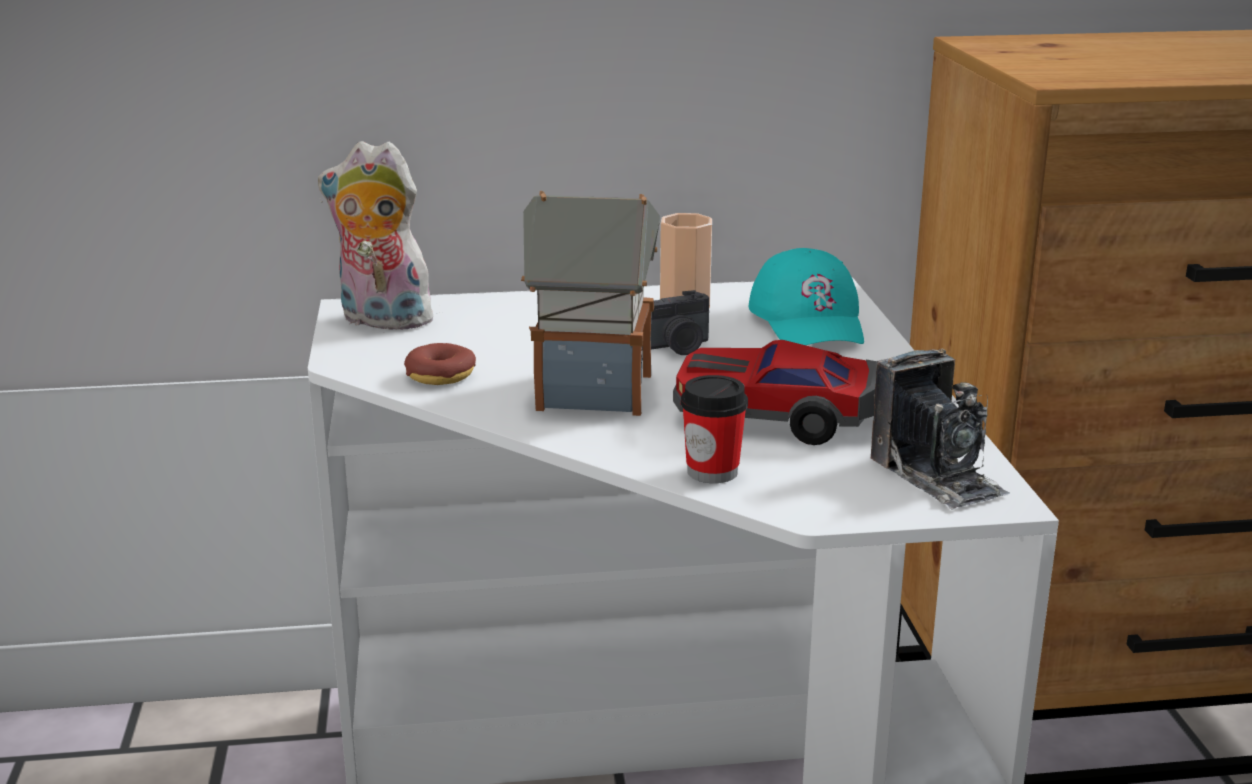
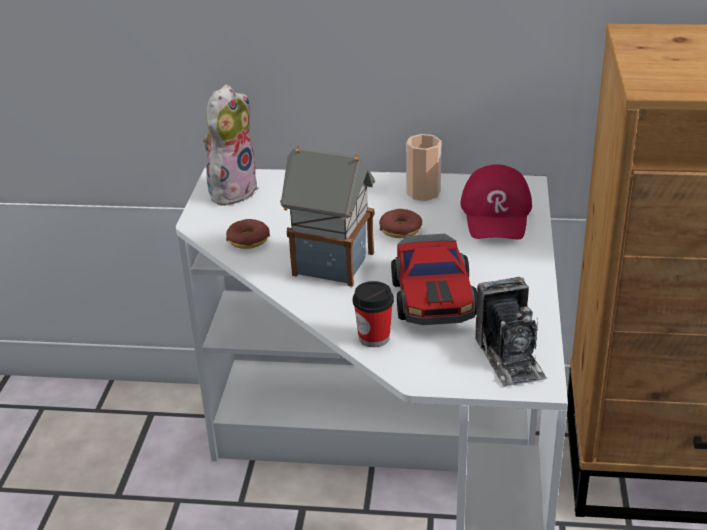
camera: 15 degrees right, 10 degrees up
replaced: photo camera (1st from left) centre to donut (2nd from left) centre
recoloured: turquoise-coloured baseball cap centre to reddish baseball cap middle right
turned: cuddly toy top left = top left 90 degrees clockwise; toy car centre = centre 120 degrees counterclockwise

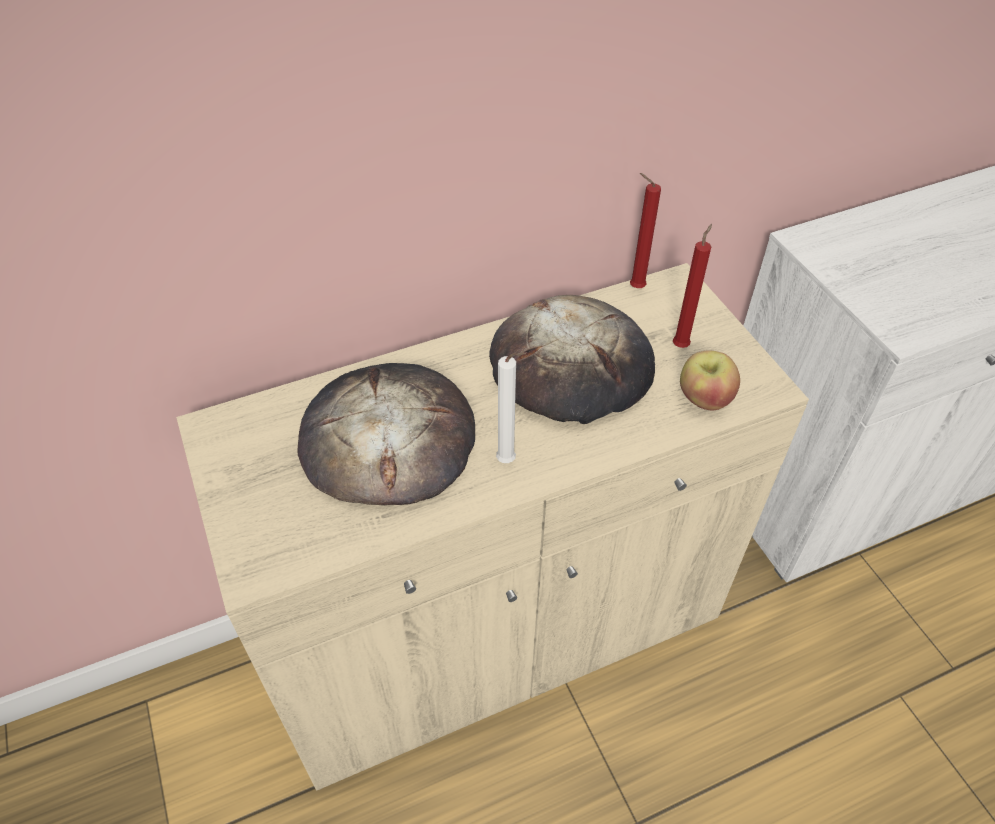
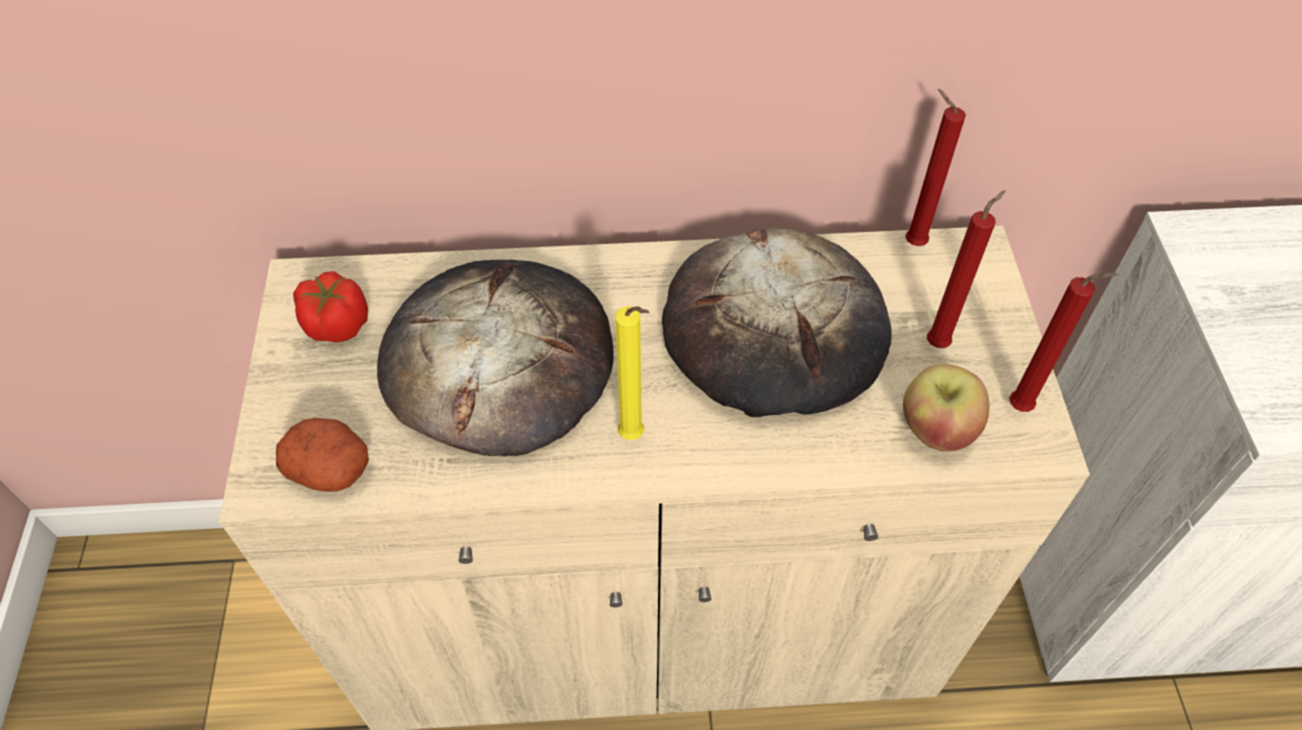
camera: 20 degrees right, 5 degrees up
added: whole tomato middle left; reddish wax light (3rd from left) middle right; potato middle left
recoloured: white-coloured wax light centre to yellow wax light centre

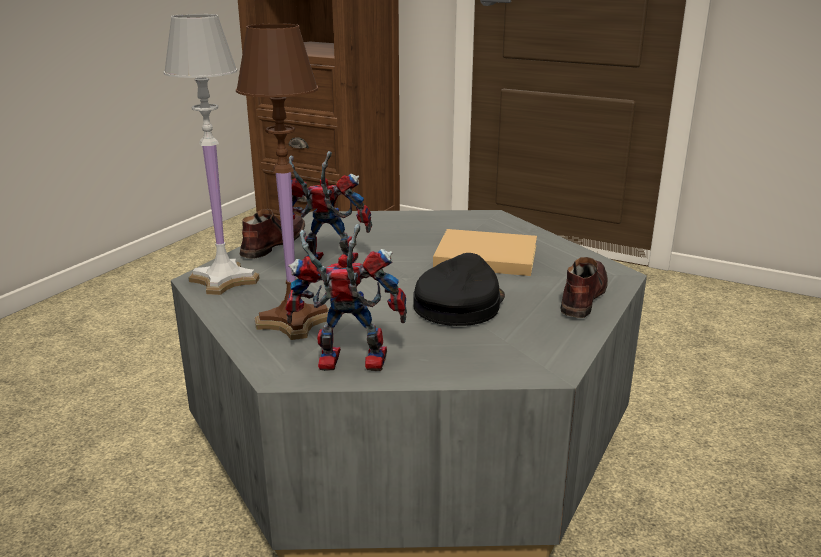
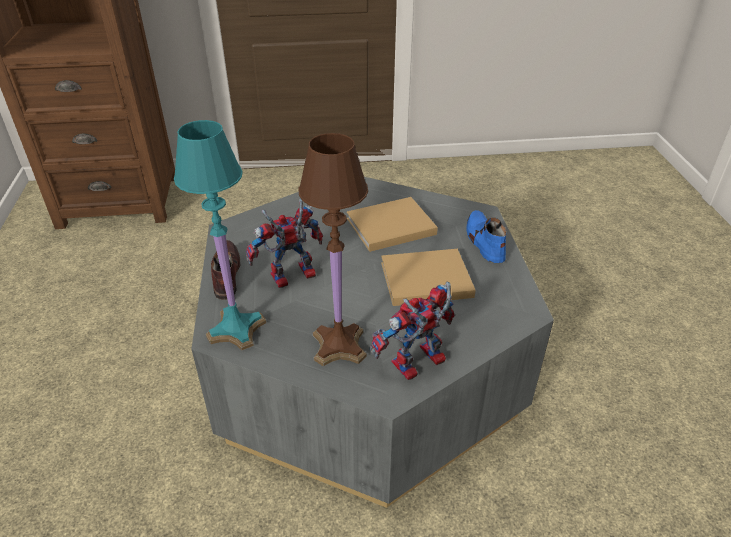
camera: 35 degrees left, 15 degrees up
replaced: black-coloured baseball cap centre to sand-coloured book (2nd from left) centre
recoloured: white-coloured table lamp top left to turquoise-coloured table lamp middle left; brown item of footwear (2nd from left) middle right to bluish item of footwear centre

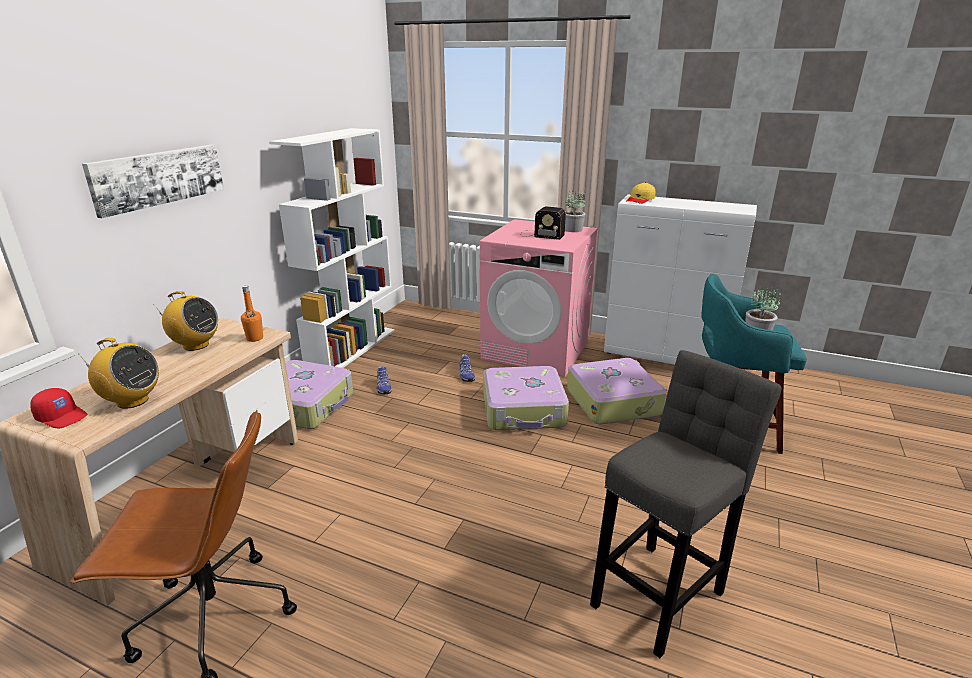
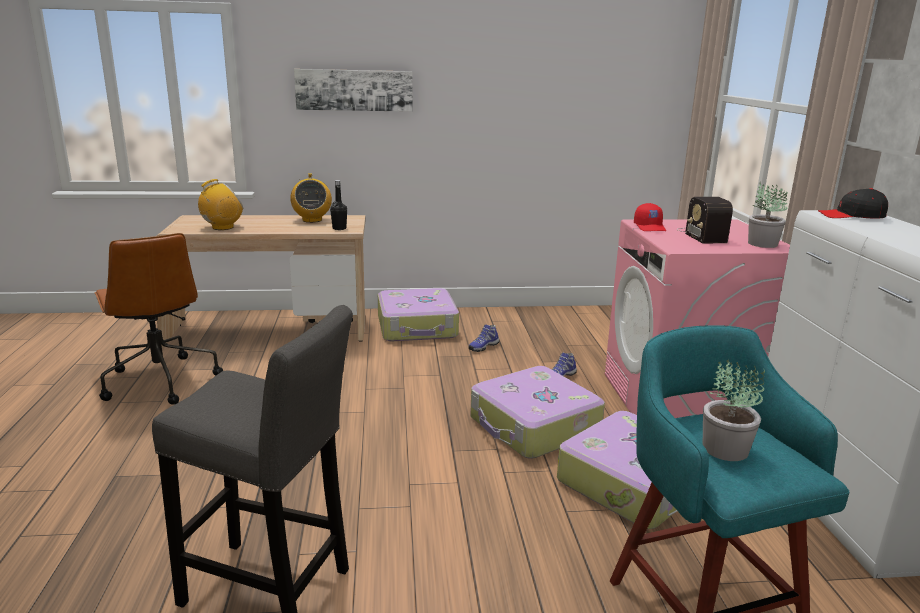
camera: 60 degrees right, 5 degrees down
removed: white-coloured bookshelf centre
moved: reddish baseball cap middle left to middle right
recoloured: yellow baseball cap top centre to black-coloured baseball cap top right; orange-coloured beverage bottle middle left to black-coloured beverage bottle centre
turned: radio set (1st from left) middle left = top left 120 degrees counterclockwise

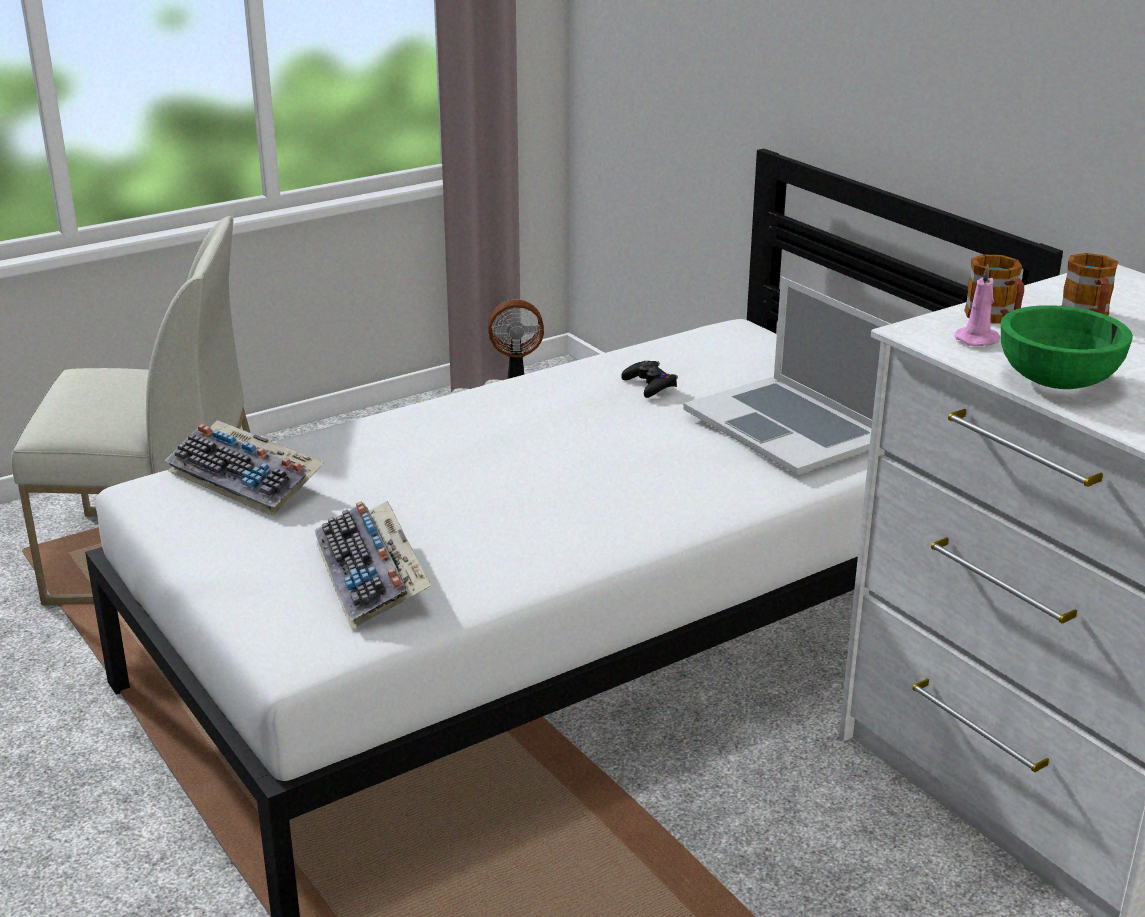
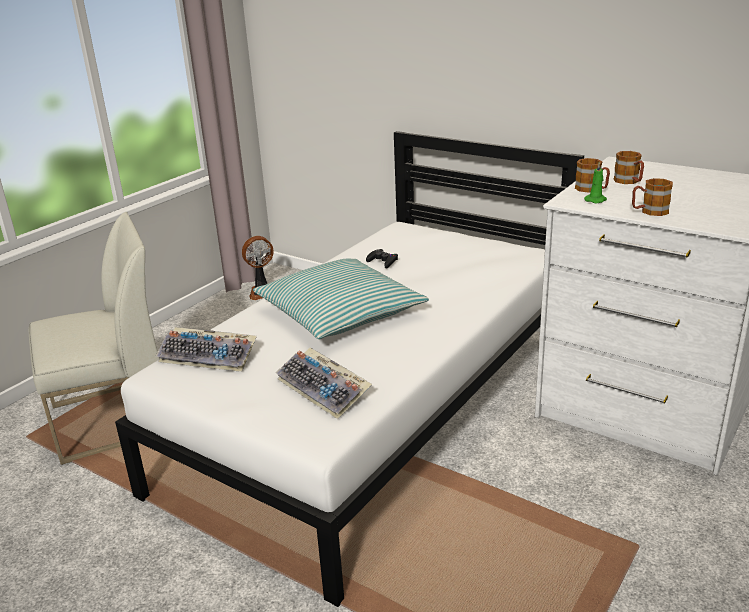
camera: 20 degrees left, 0 degrees up
removed: portable computer middle right
added: cushion centre
replaced: green-coloured deep dish middle right to mug (3rd from left) top right
recoloured: pink-coloured wax light top right to green-coloured wax light top right

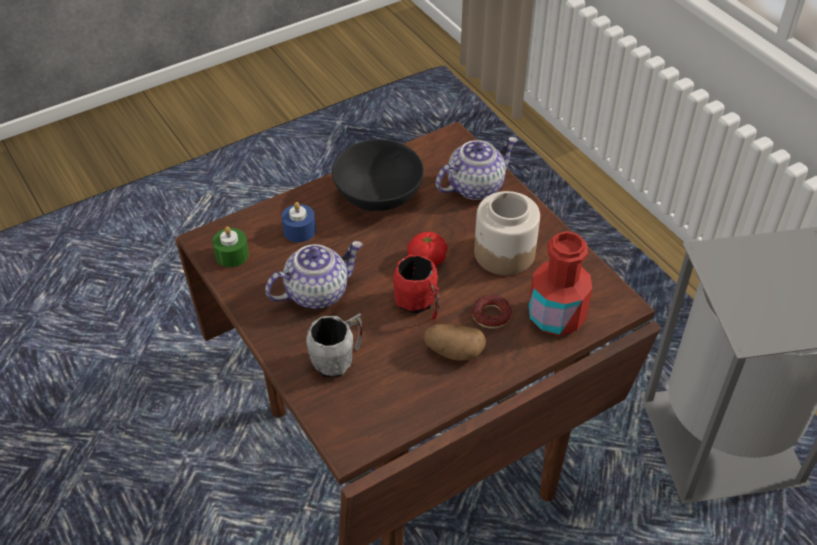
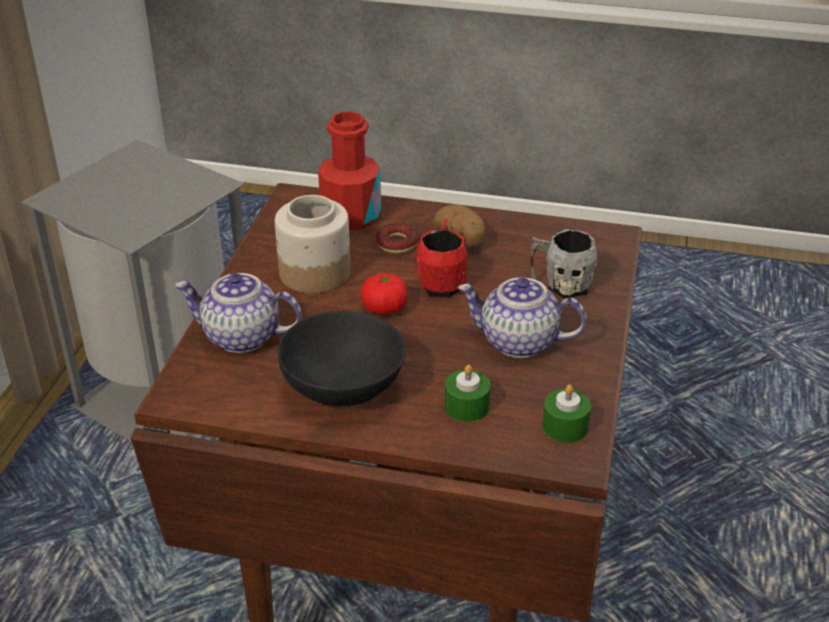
camera: 135 degrees left, 10 degrees down
recoloured: bluish wax light centre to green-coloured wax light (1st from left) centre

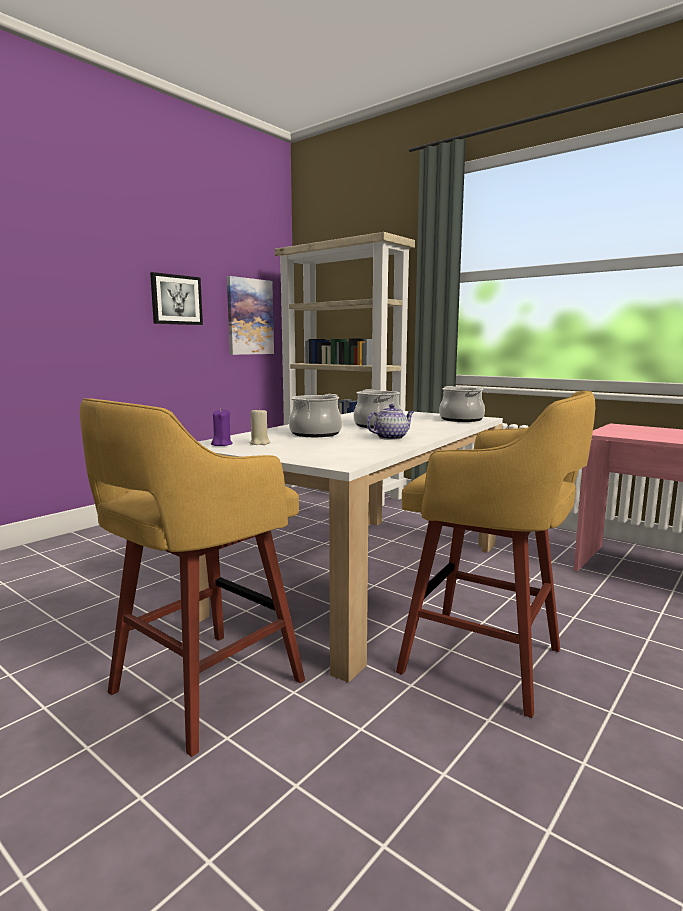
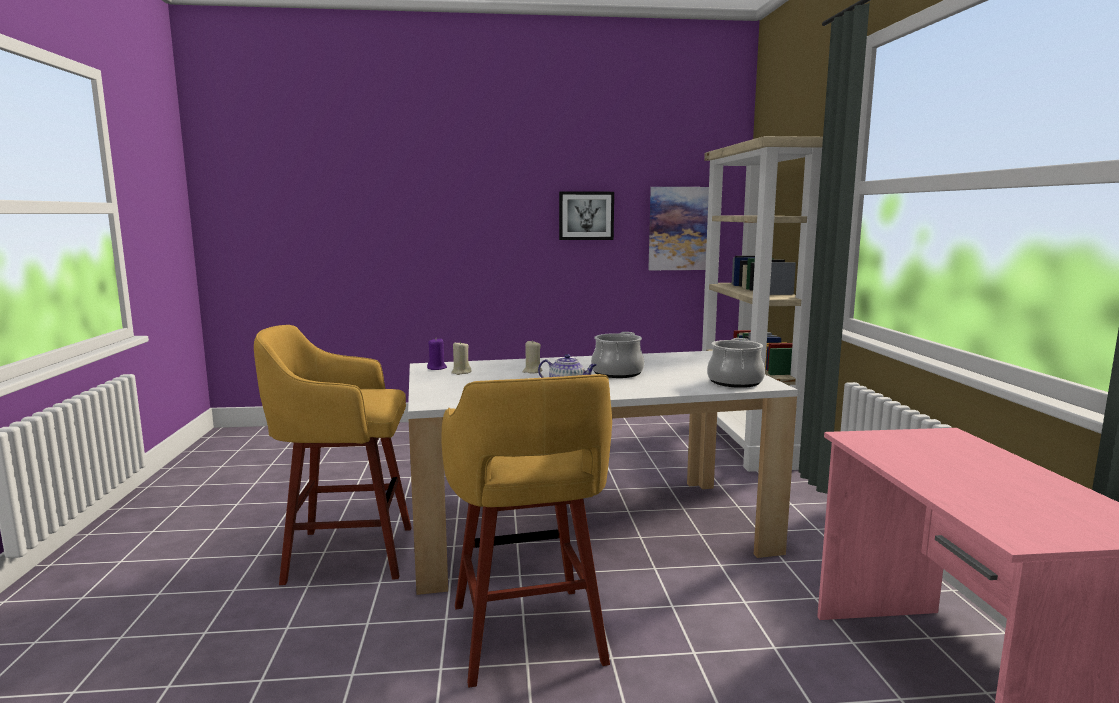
camera: 45 degrees right, 0 degrees up
replaced: saucepot (1st from left) centre to sand-coloured wax light (2nd from left) centre

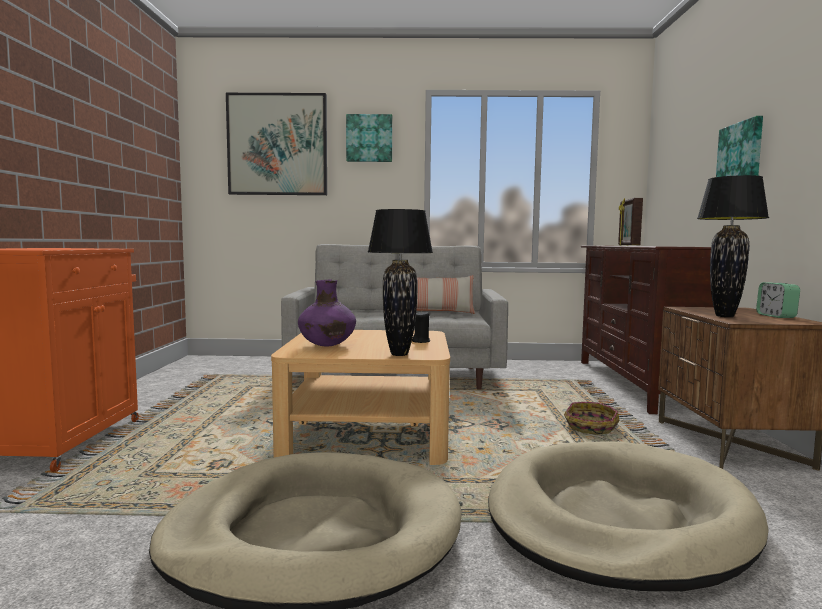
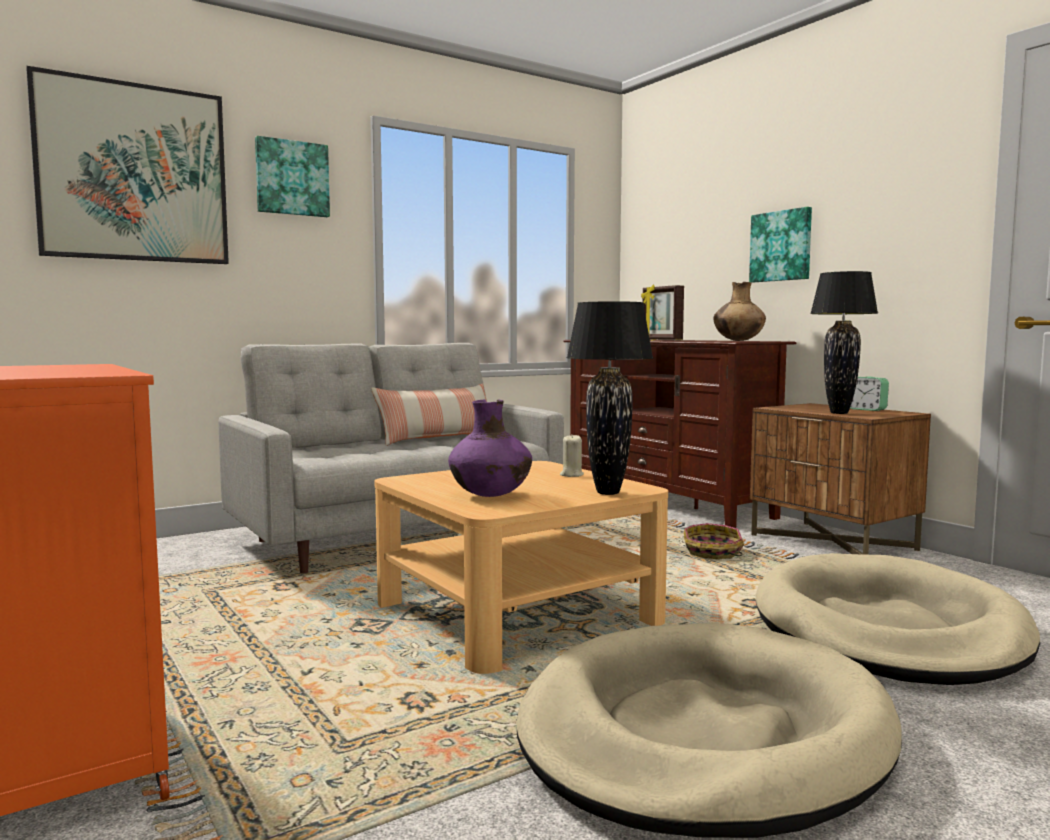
camera: 35 degrees left, 0 degrees up
added: brown decorative vase middle right
recoloured: black-coloured wax light centre to sand-coloured wax light centre

